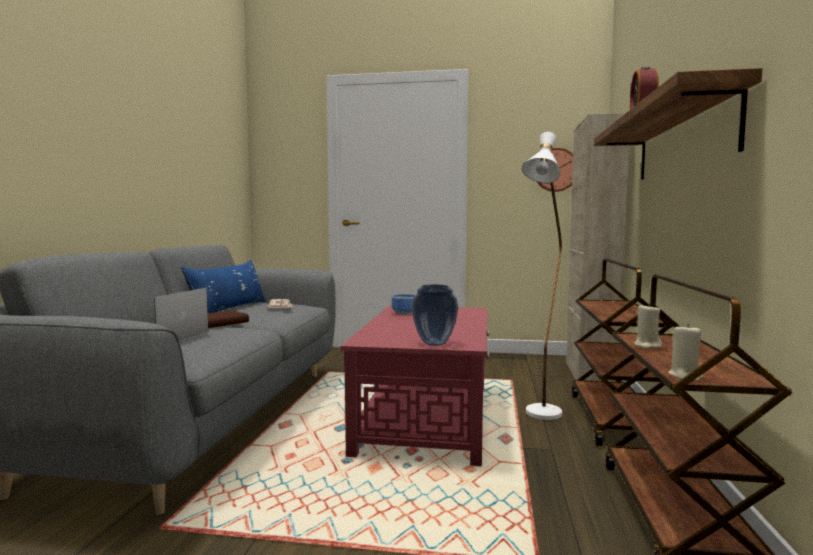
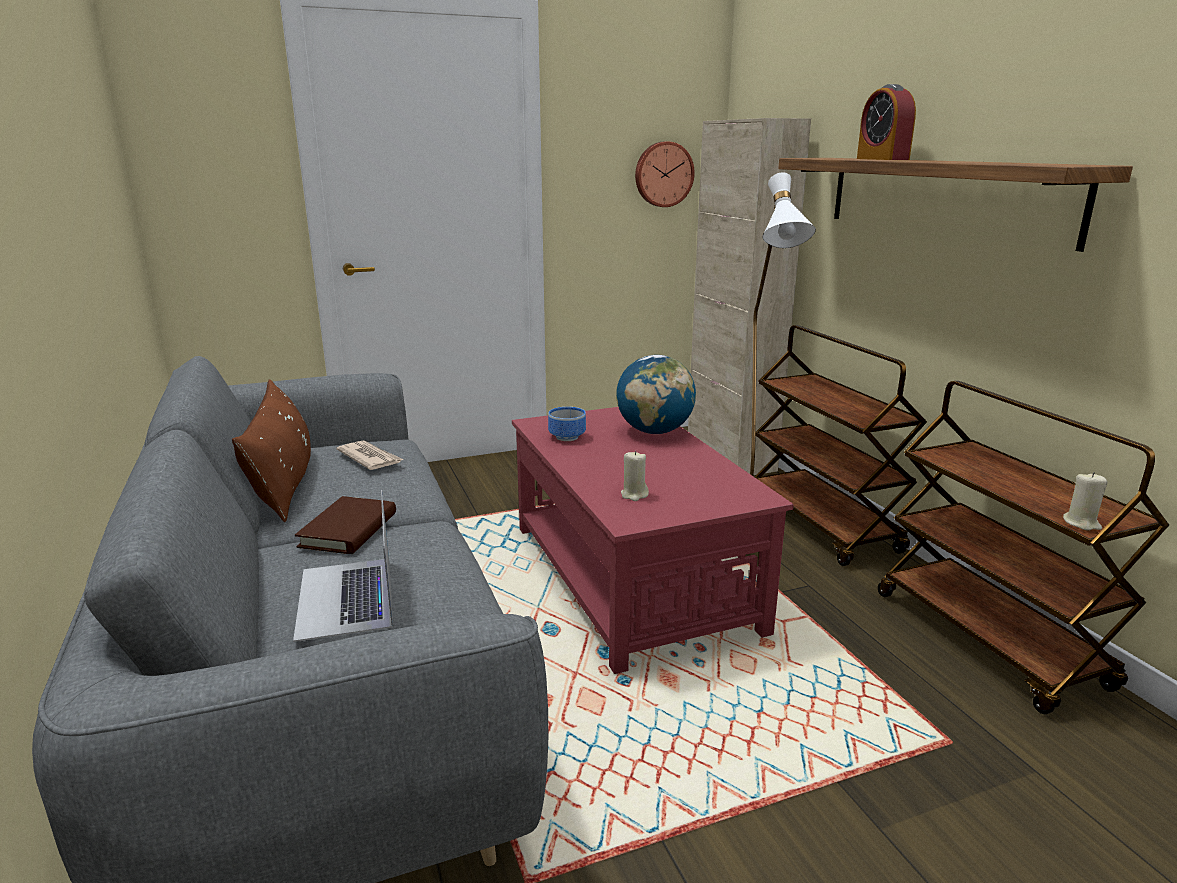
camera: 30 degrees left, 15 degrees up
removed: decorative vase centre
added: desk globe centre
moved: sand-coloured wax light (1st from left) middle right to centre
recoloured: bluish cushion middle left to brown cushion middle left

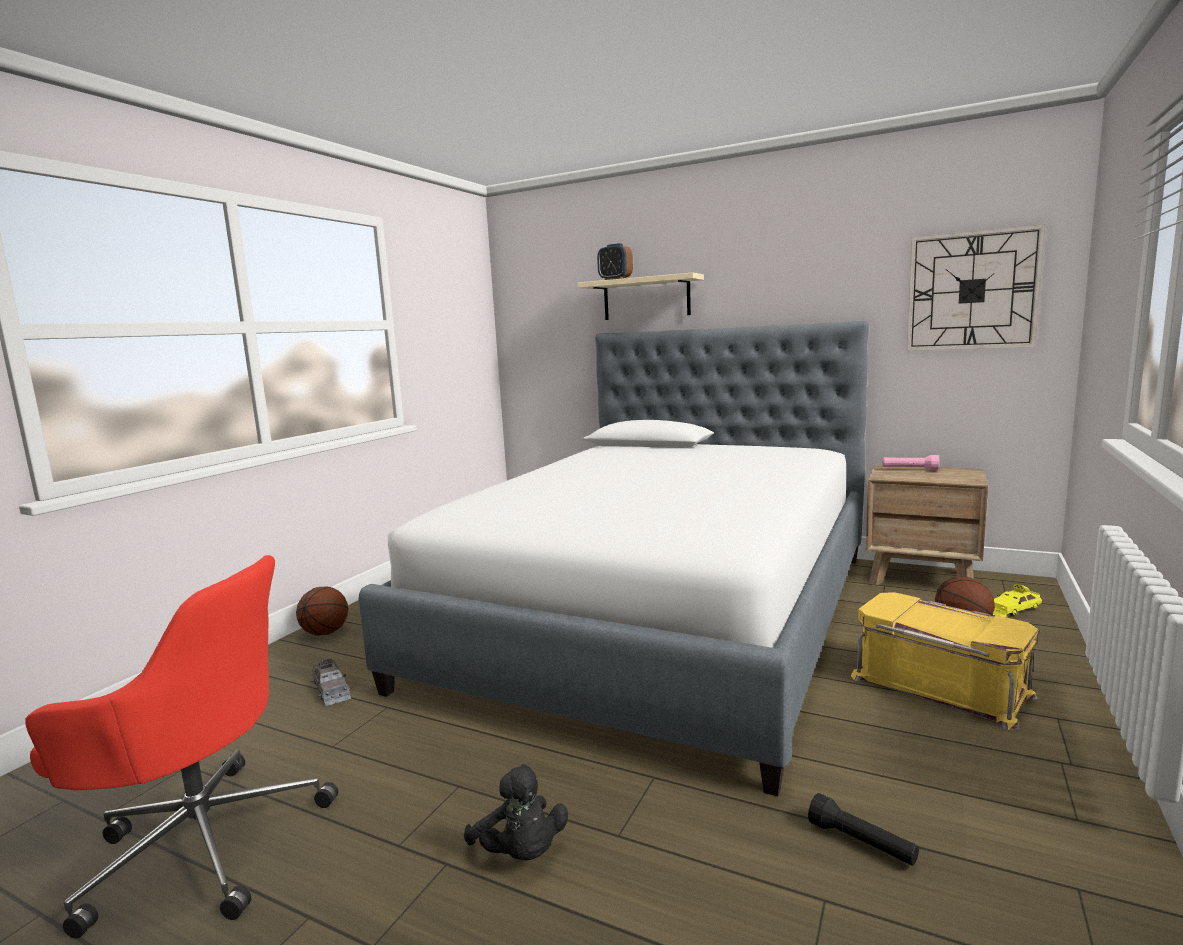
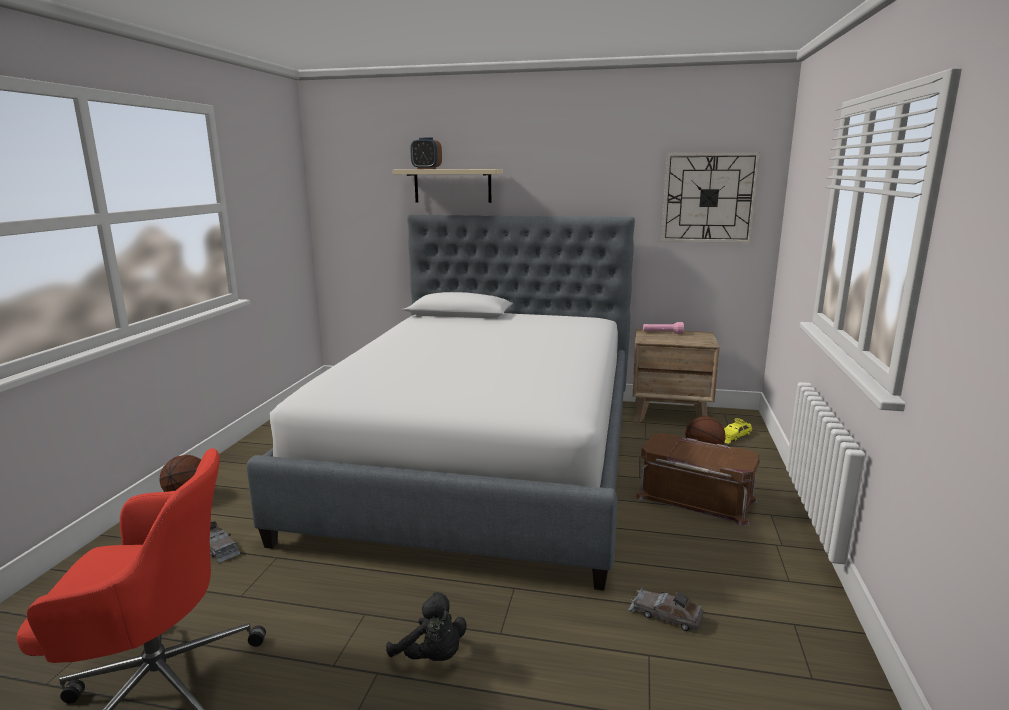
camera: 15 degrees left, 5 degrees up
replaced: black-coloured flashlight bottom right to greyish toy car (2nd from left) bottom centre
recoloured: yellow storage container bottom right to brown storage container bottom right

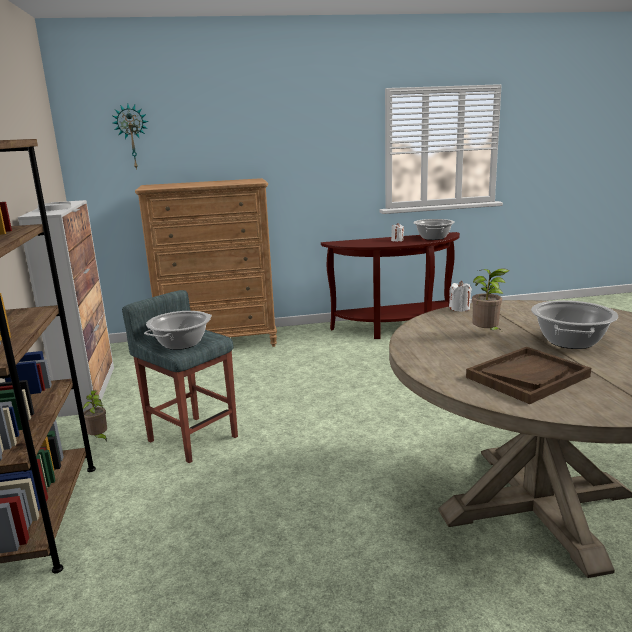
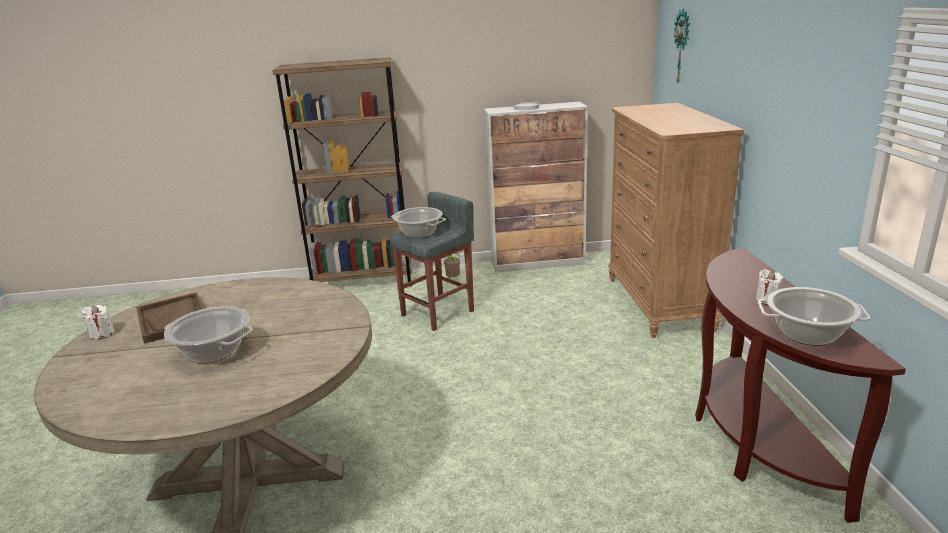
camera: 95 degrees right, 5 degrees up
removed: plant in a pot (2nd from left) middle right
moved: white-coloured wax light (2nd from left in the first image) middle right to white-coloured wax light (1st from left) middle left

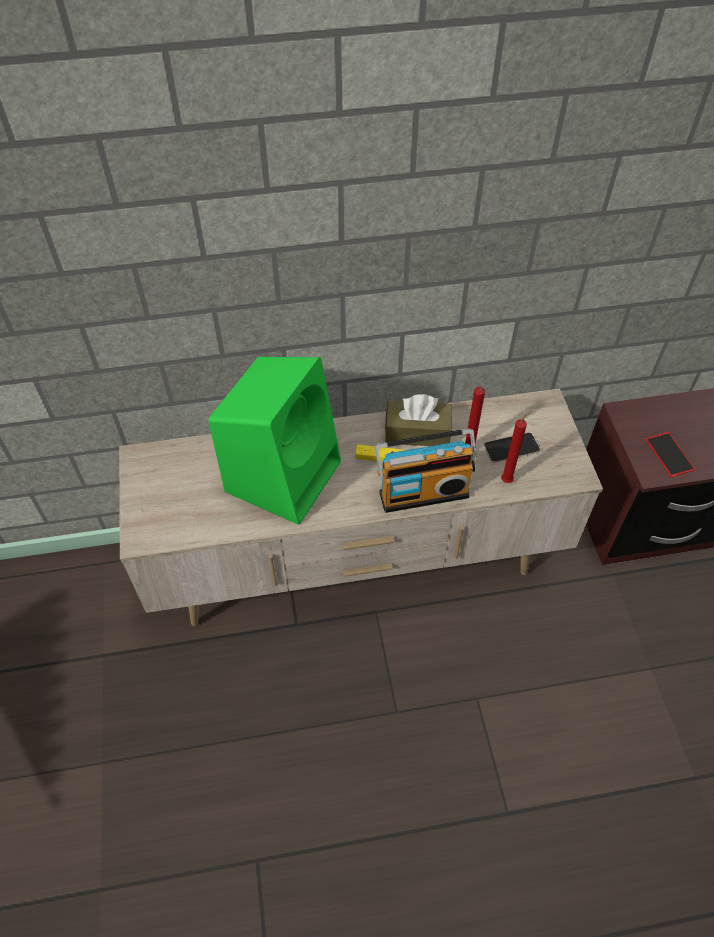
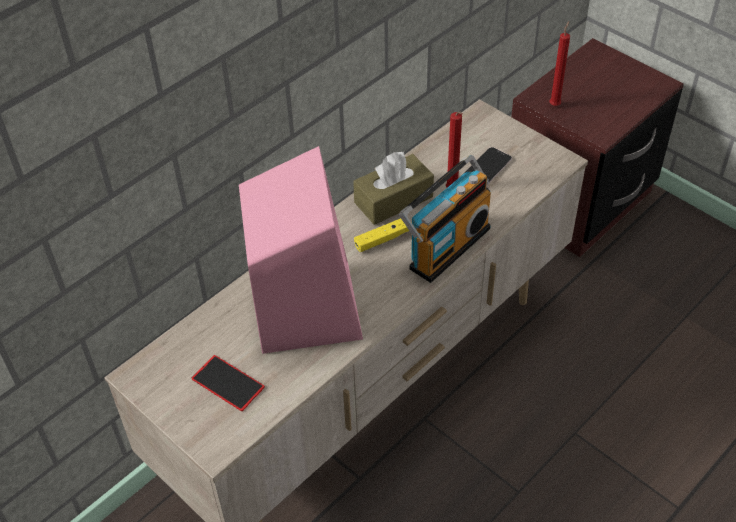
camera: 35 degrees left, 5 degrees down
moved: reddish wax light (2nd from left) middle right to top right; handset (2nd from left in the first image) middle right to handset (1st from left) bottom left
recoloured: green-coloured loudspeaker centre to pink-coloured loudspeaker centre

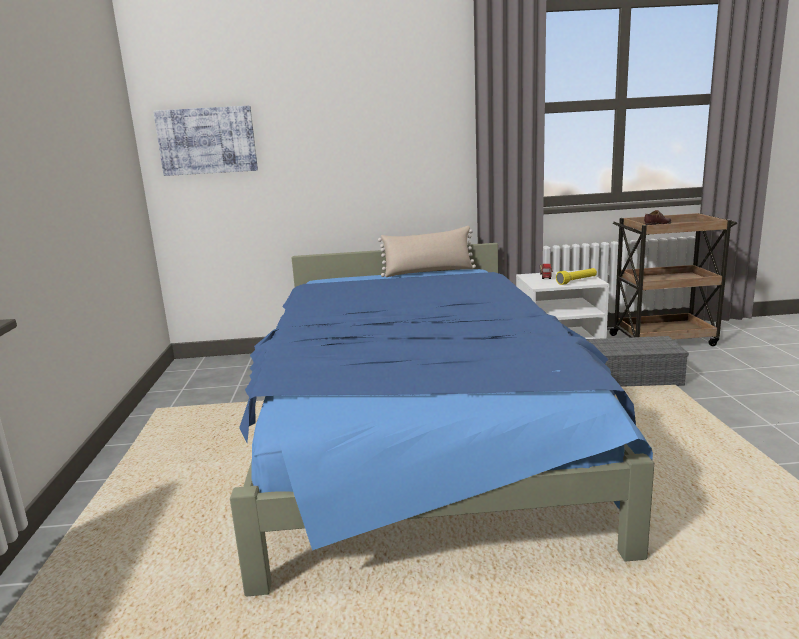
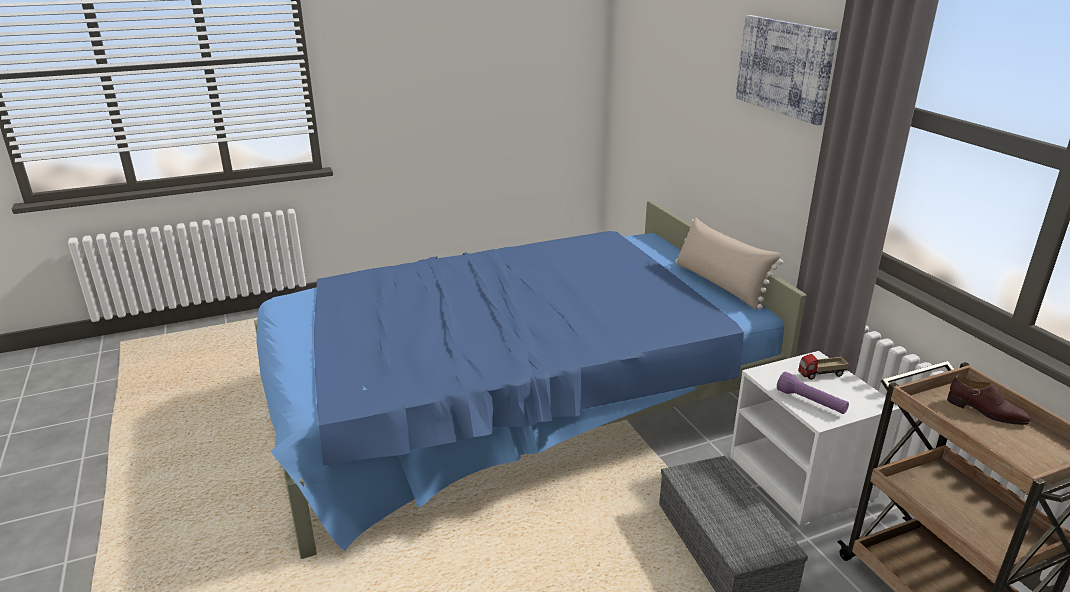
camera: 70 degrees right, 10 degrees up
moved: wall art top left to top right
recoloured: yellow flashlight middle right to purple-coloured flashlight middle right

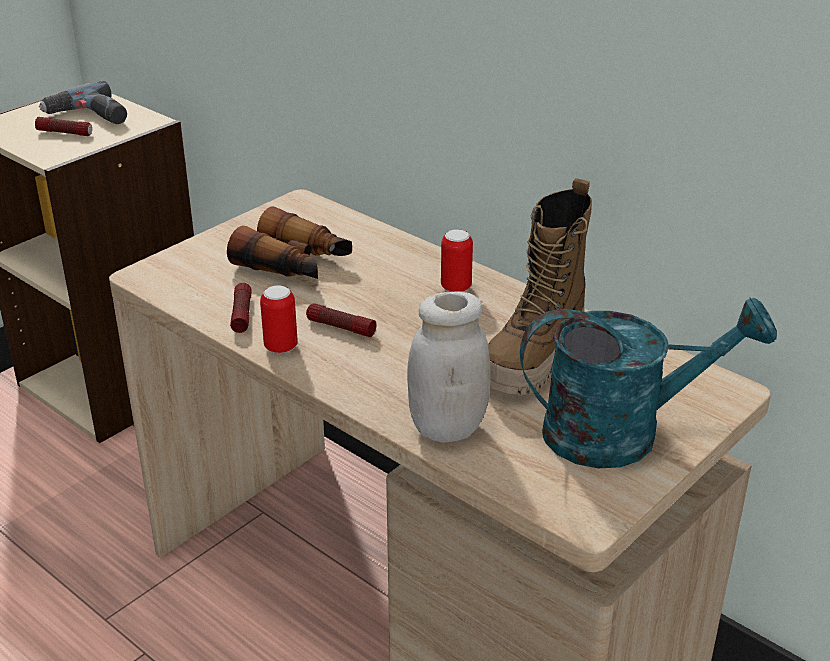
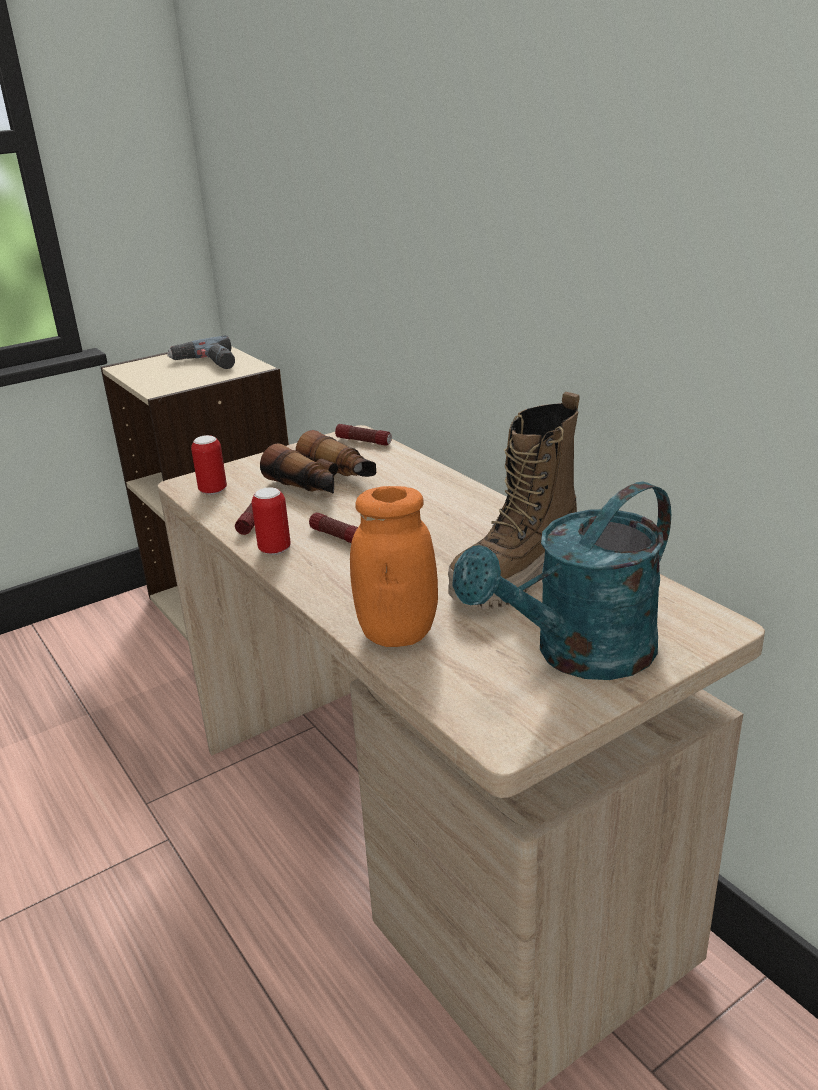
camera: 15 degrees right, 5 degrees down
moved: flashlight (1st from left in the first image) top left to flashlight (3rd from left) centre; sealed can (2nd from left in the first image) centre to sealed can (1st from left) middle left
recoloured: white-coloured jar centre to orange-coloured jar centre
turned: turquoise-coloured watering pot middle right = middle right 135 degrees clockwise

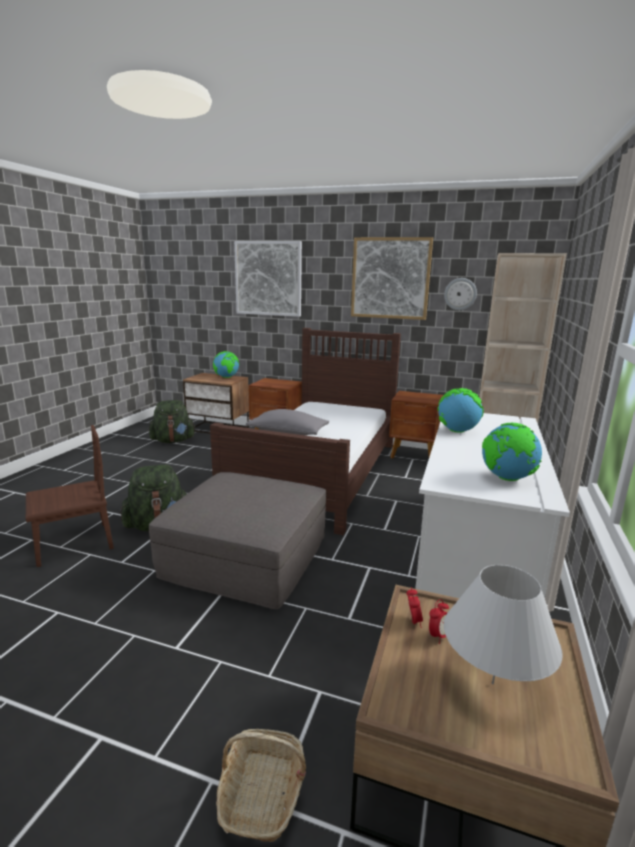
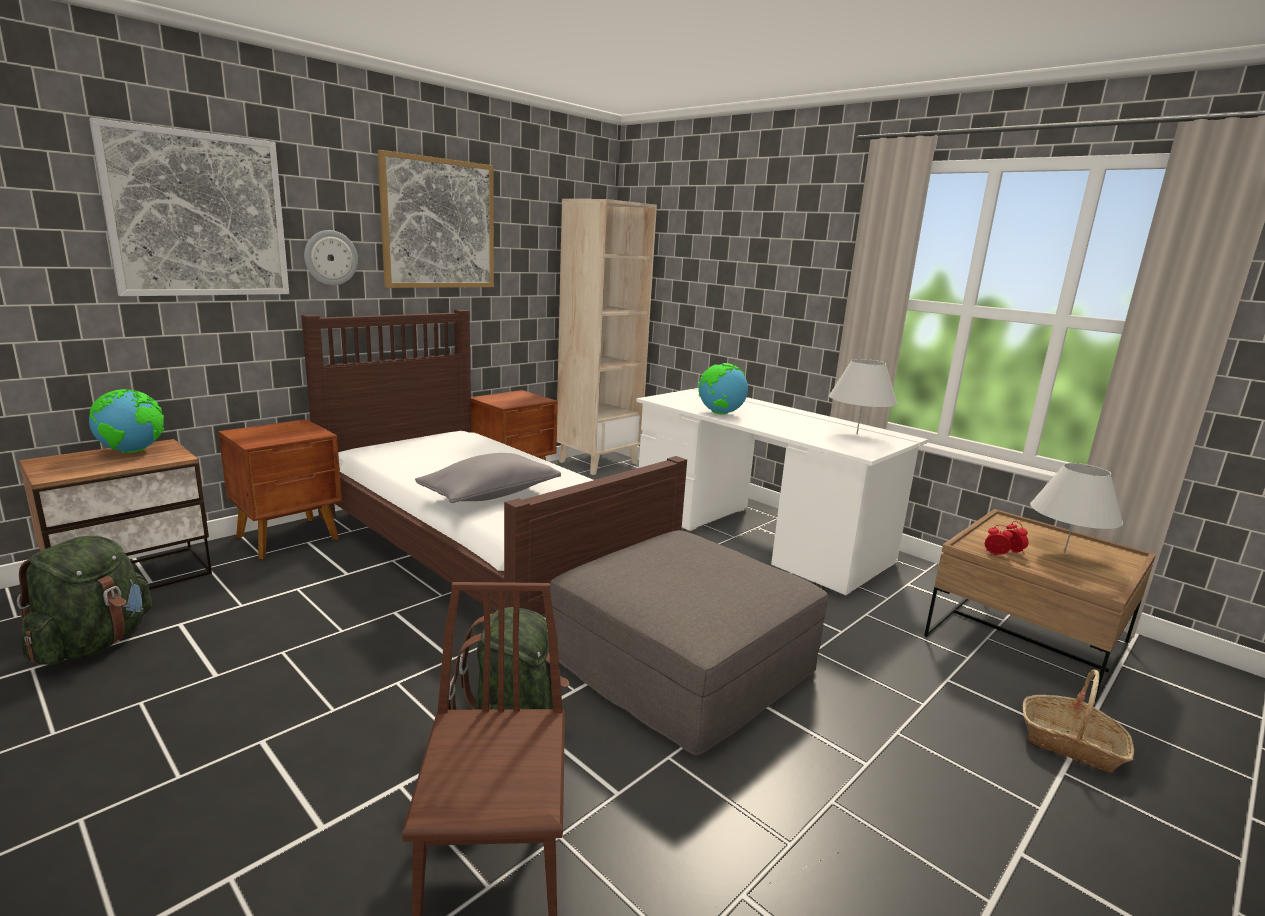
camera: 65 degrees left, 0 degrees up
moved: hanging clock middle right to top left
replaced: desk globe (3rd from left) middle right to white-coloured table lamp (1st from left) middle right

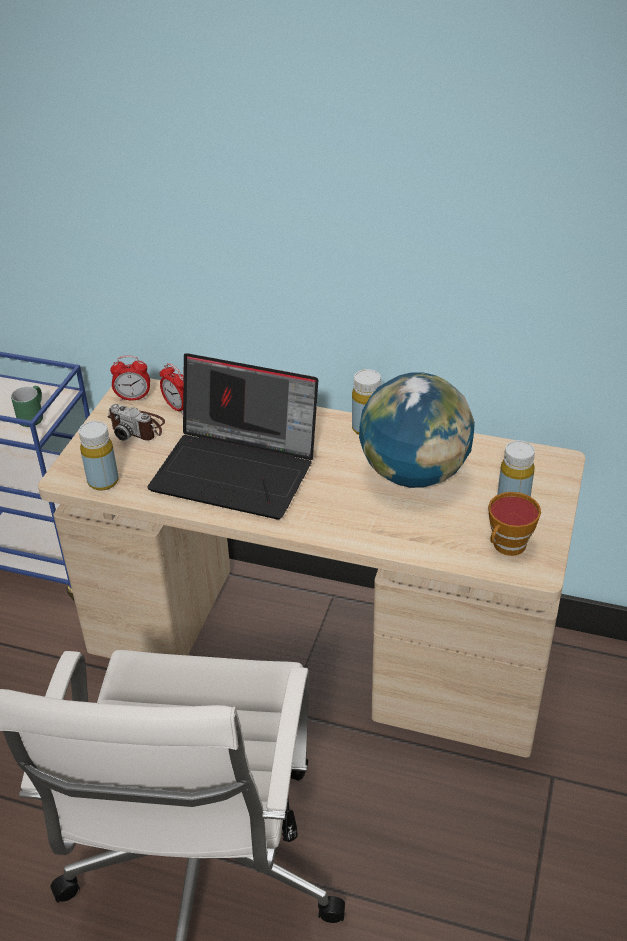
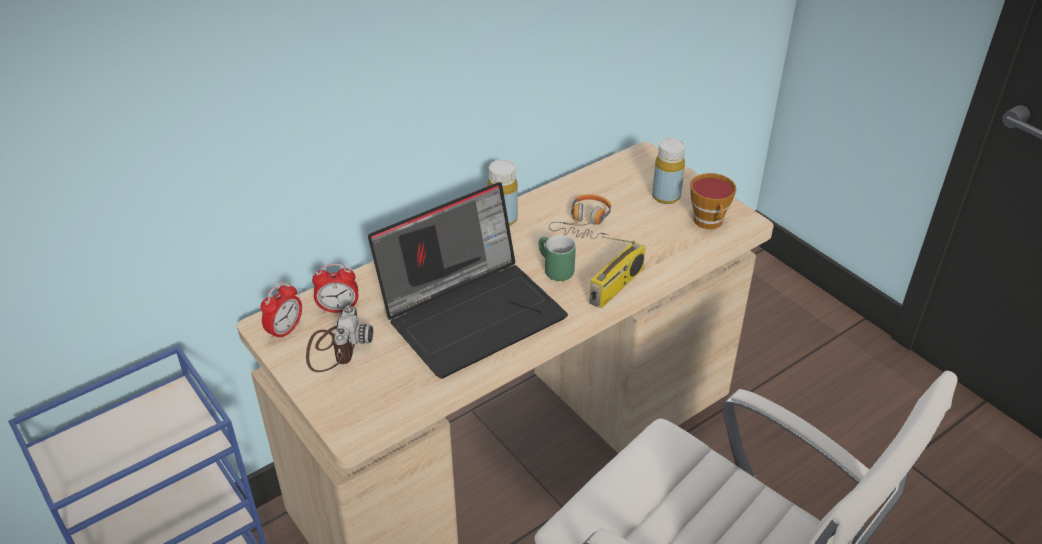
camera: 55 degrees left, 0 degrees up
removed: yellow beverage bottle (1st from left) middle left
added: radio set centre
moved: green-coloured mug middle left to centre
replaced: desk globe centre to headphones centre
turned: photo camera middle left = middle left 60 degrees counterclockwise

